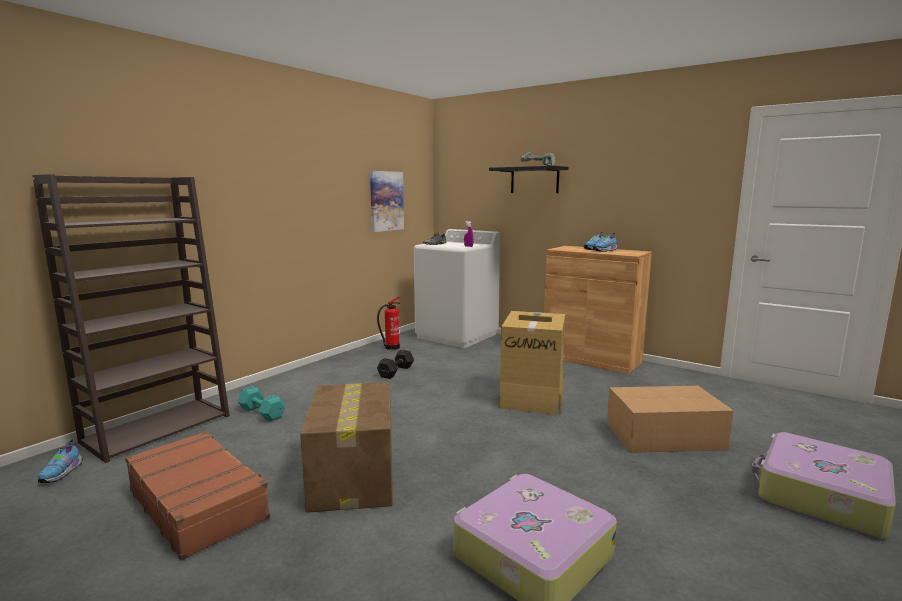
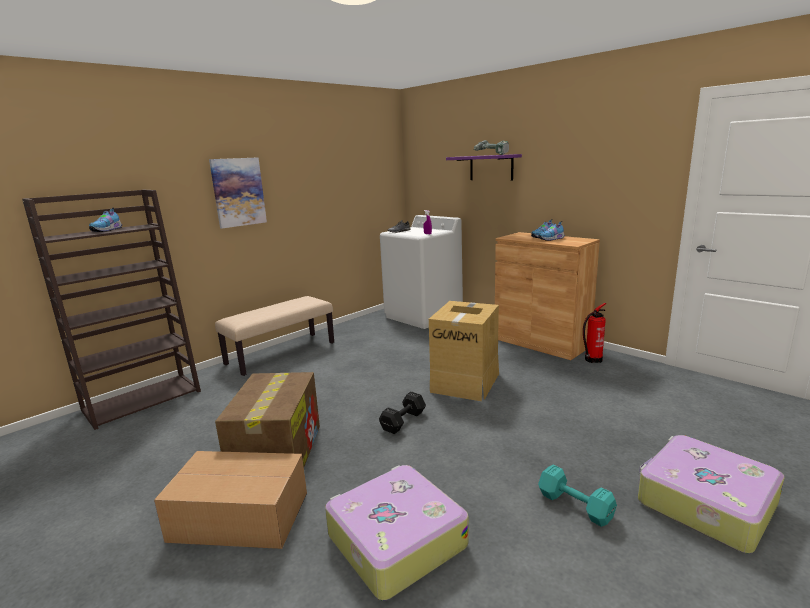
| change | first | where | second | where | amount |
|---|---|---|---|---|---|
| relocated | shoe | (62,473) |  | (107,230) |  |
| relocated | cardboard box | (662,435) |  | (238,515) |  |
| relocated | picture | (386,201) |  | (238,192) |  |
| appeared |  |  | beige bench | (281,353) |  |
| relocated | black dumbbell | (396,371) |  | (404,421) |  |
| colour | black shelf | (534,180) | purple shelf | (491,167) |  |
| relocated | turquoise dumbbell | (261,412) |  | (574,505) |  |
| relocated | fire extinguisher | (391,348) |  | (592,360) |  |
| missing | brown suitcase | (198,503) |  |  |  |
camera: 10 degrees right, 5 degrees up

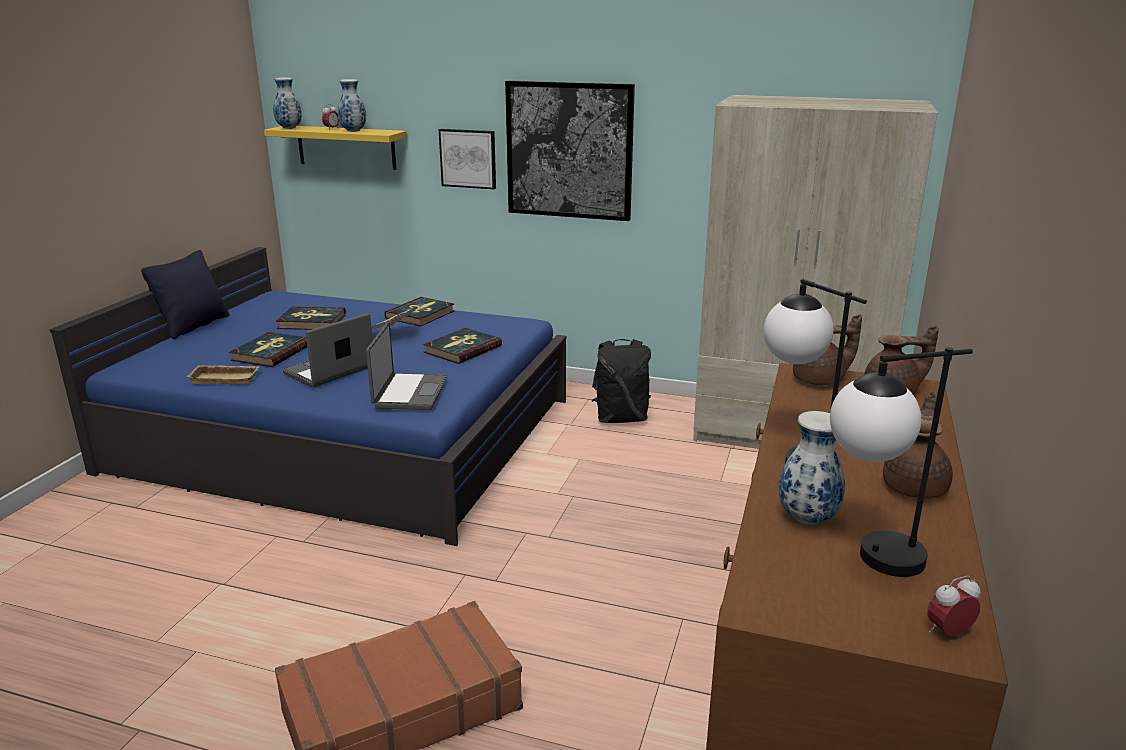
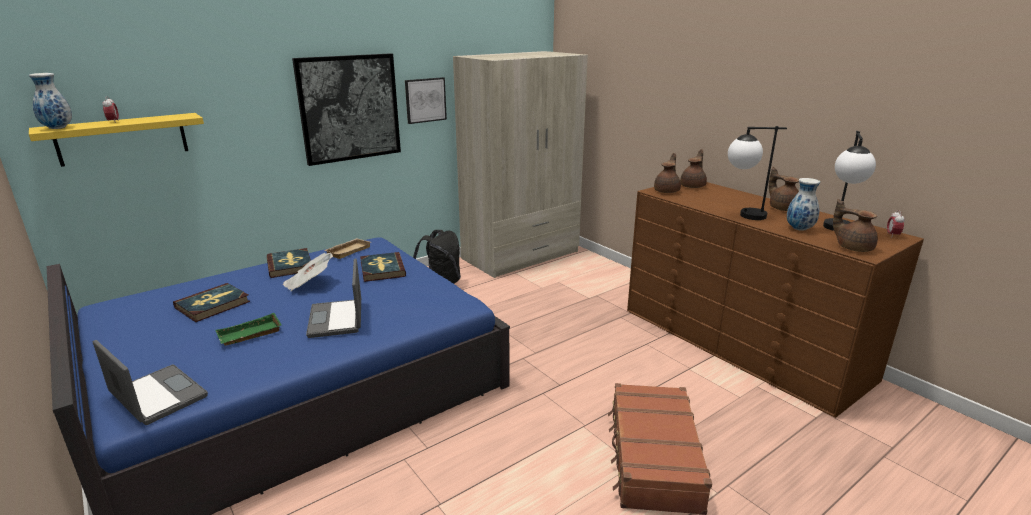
| change | first | where | second | where | amount |
|---|---|---|---|---|---|
| relocated | laptop | (409,393) |  | (157,396) |  |
| exchanged | book | (271,353) | green tray | (249,335) |  |
| relocated | beige tray | (226,378) |  | (348,250) |  |
| relocated | picture | (468,158) |  | (425,100) |  |
| appeared |  |  | brown teapot | (852,247) |  |
| missing | black pillow | (194,326) |  |  |  |
| missing | vase | (352,131) |  |  |  |
camera: 55 degrees left, 0 degrees up

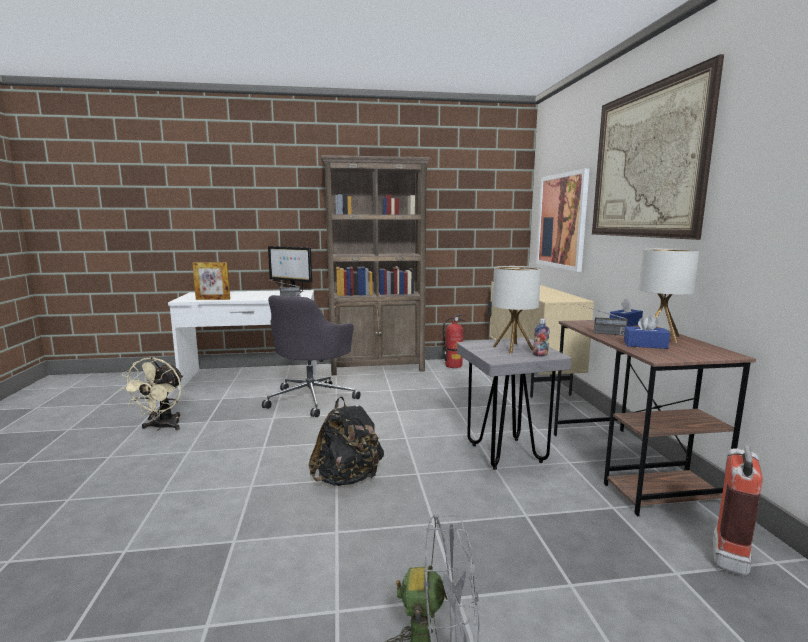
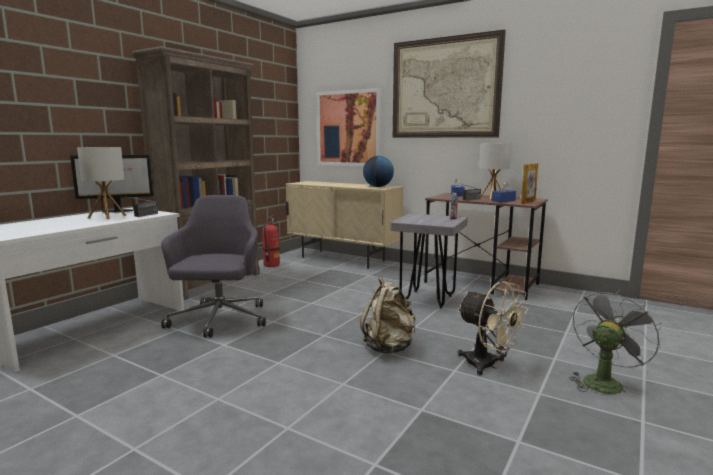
| change | first | where | second | where | amount |
|---|---|---|---|---|---|
| relocated | table lamp | (513,348) |  | (107,216) |  |
| spun | grey office chair | (312,399) |  | (219,320) | 150 degrees counterclockwise |
| colour | black backpack | (347,479) | beige backpack | (389,348) |  |
| appeared |  |  | globe | (378,186) |  |
| relocated | beige fan | (162,427) |  | (488,366) |  |
| relocated | picture frame | (213,299) |  | (528,202) |  |
| missing | fire extinguisher | (729,552) |  |  |  |
camera: 50 degrees left, 0 degrees up

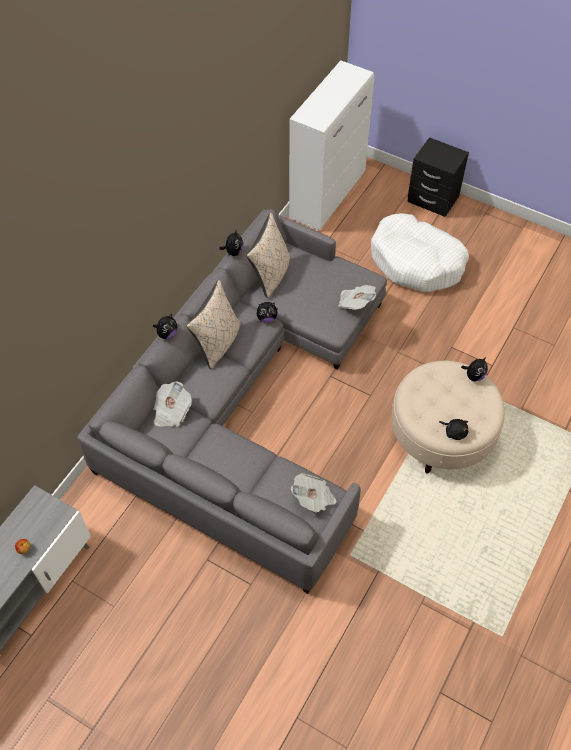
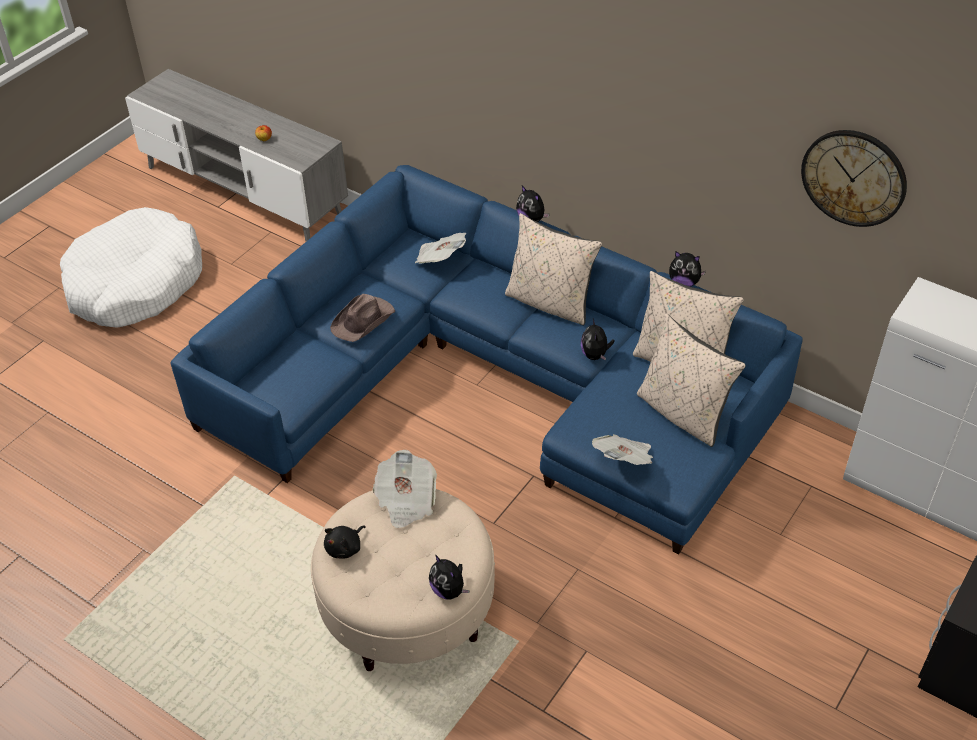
| change | first | where | second | where | amount |
|---|---|---|---|---|---|
| relocated | white dog bed | (416,262) |  | (135,283) |  |
| colour | grey sofa | (247,402) | blue sofa | (494,379) |  |
| appeared |  |  | brown hat | (363,320) |  |
| relocated | newspaper | (313,498) |  | (406,501) |  |
| appeared |  |  | beige pillow | (682,413) |  |
| appeared |  |  | wall clock | (854,177) |  |
camera: 95 degrees right, 10 degrees down

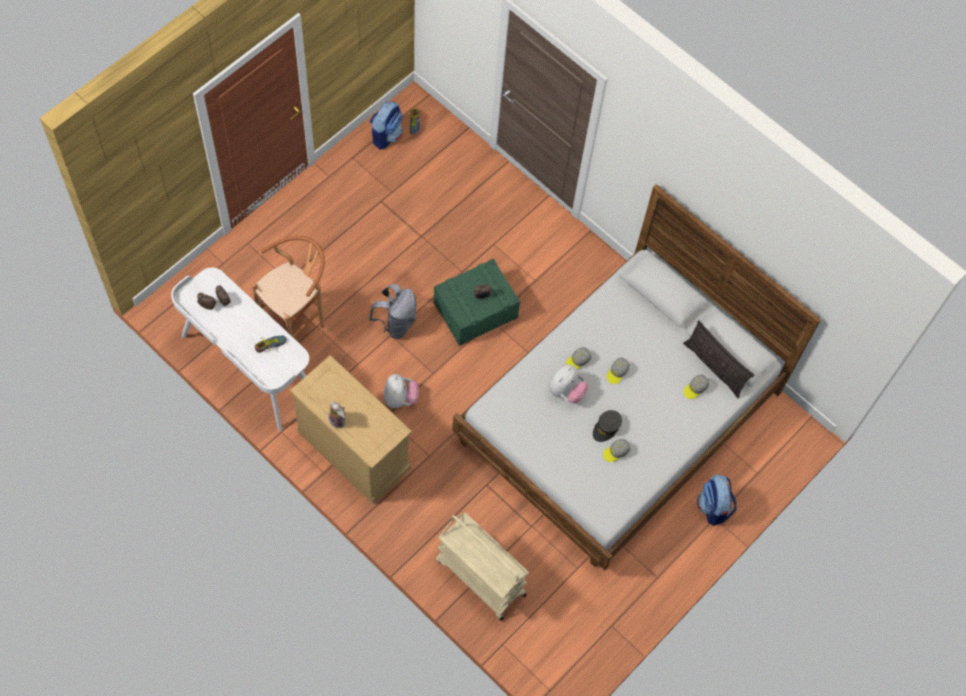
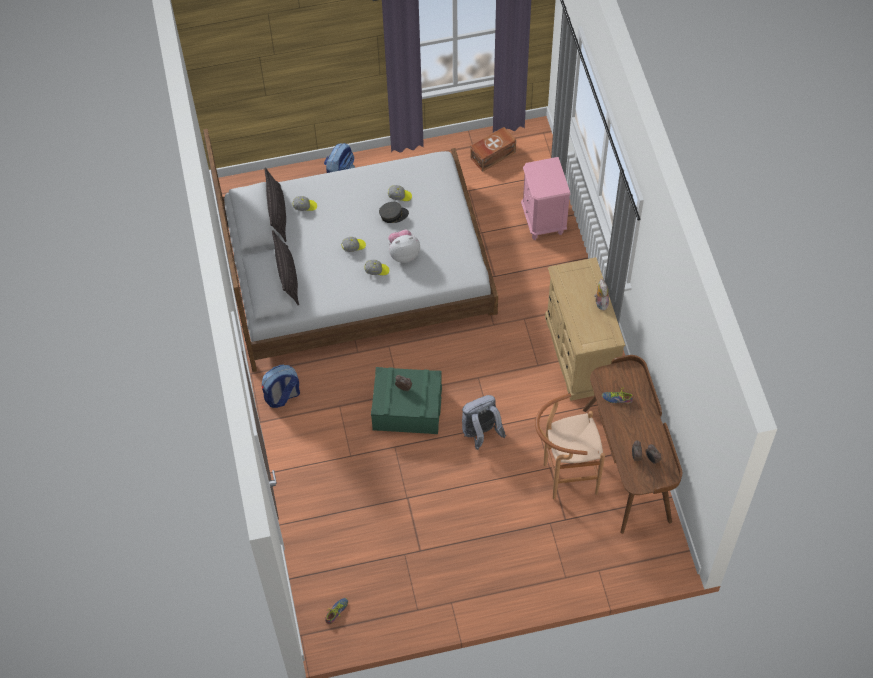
| change | first | where | second | where | amount |
|---|---|---|---|---|---|
| relocated | backpack | (386,135) |  | (282,396) |  |
| appeared |  |  | pillow | (287,276) |  |
| appeared |  |  | brown storage box | (492,155) |  |
| exchanged | beige cart | (479,577) | pink nightstand | (543,220) |  |
| colour | white desk | (248,367) | brown desk | (627,464) |  |
| missing | plush toy | (400,398) |  |  |  |
camera: 140 degrees left, 5 degrees down

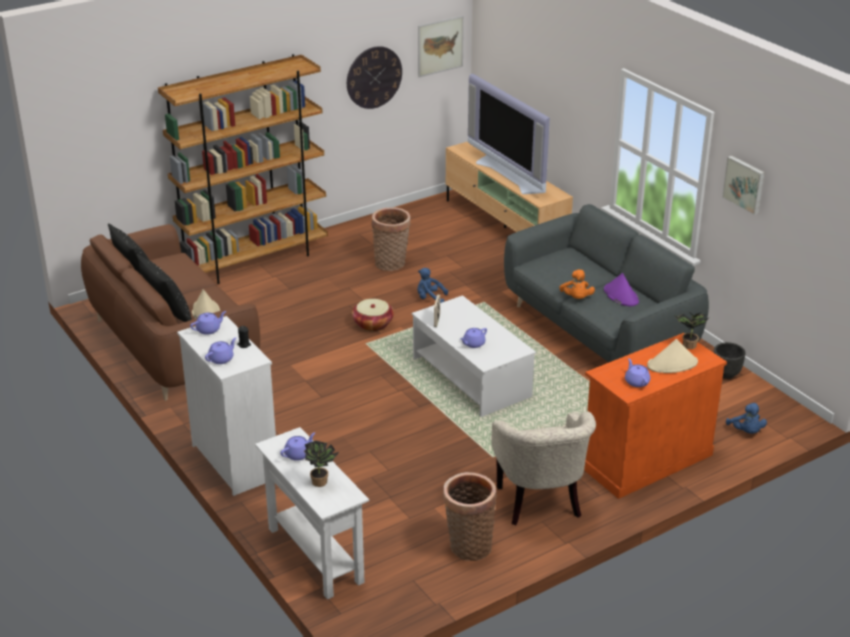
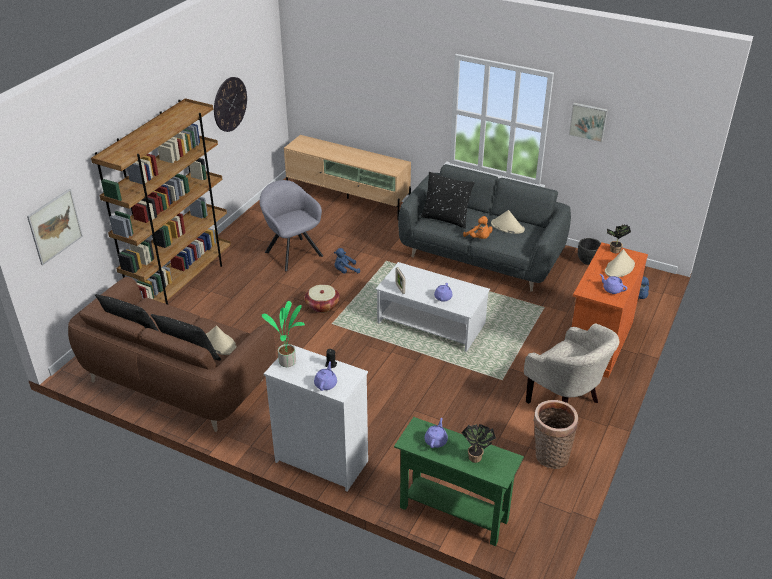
| change | first | where | second | where | amount |
|---|---|---|---|---|---|
| relocated | picture | (440,46) |  | (55,226) |  |
| exchanged | basket | (392,264) | grey armchair | (292,252) |  |
| exchanged | purple teapot | (209,329) | potted plant | (288,361) |  |
| colour | white console table | (315,555) | green console table | (453,513) |  |
| appeared |  |  | black pillow | (446,219) |  |
| colour | purple hat | (620,295) | beige hat | (507,227) |  |
| missing | television | (511,175) |  |  |  |
camera: 30 degrees left, 5 degrees up

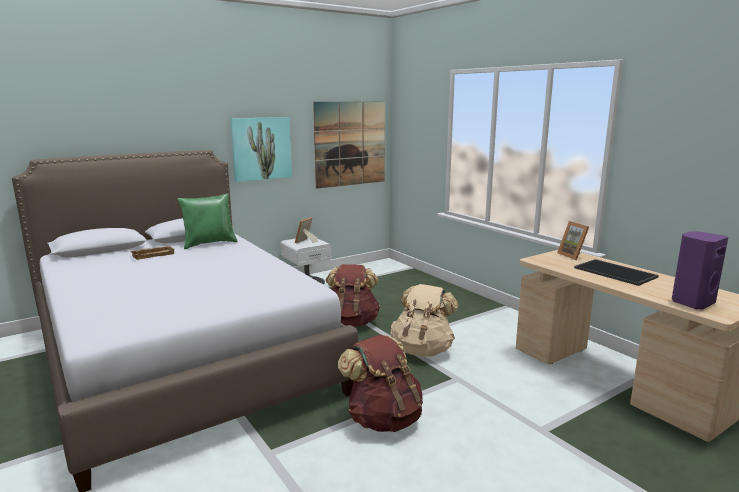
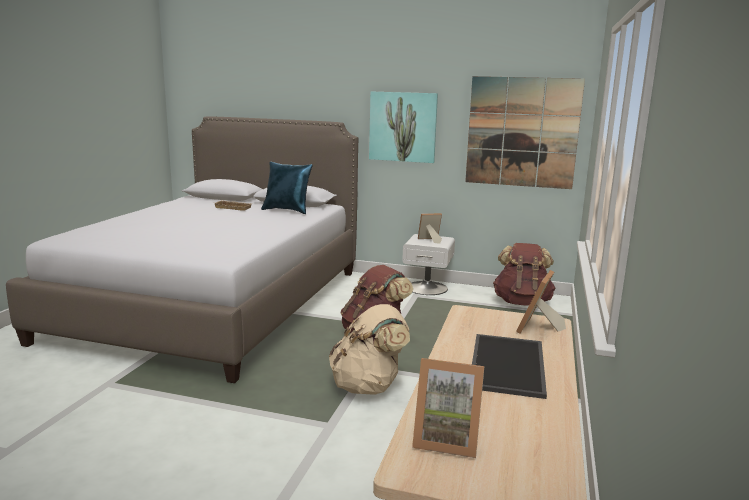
| change | first | where | second | where | amount |
|---|---|---|---|---|---|
| colour | green pillow | (209,243) | blue pillow | (287,210) |  |
| exchanged | purple speaker | (691,302) | picture frame | (446,439) |  |
| relocated | brown backpack | (383,419) |  | (522,303) |  |
camera: 50 degrees right, 0 degrees up

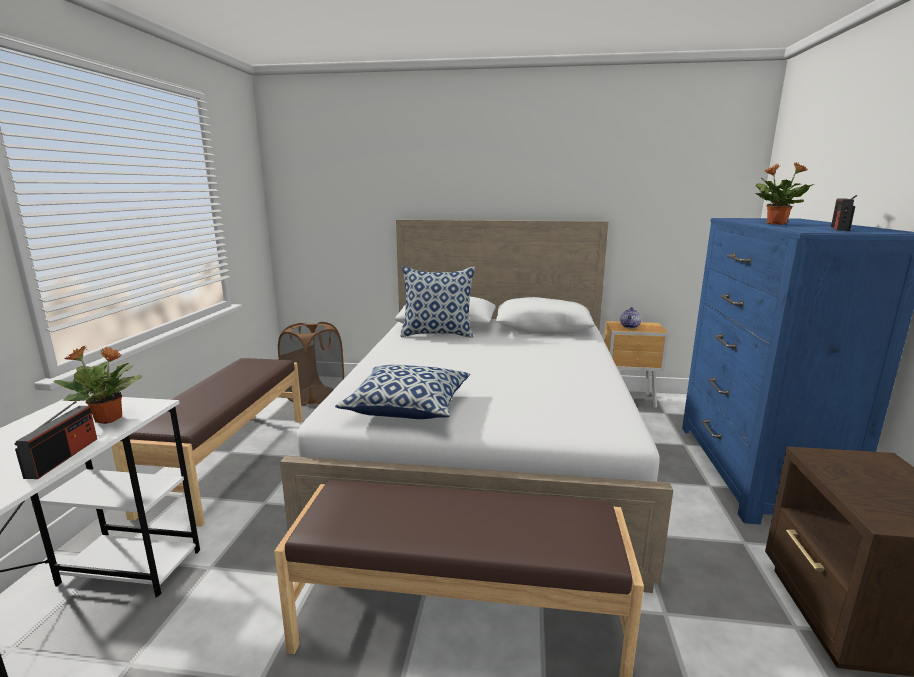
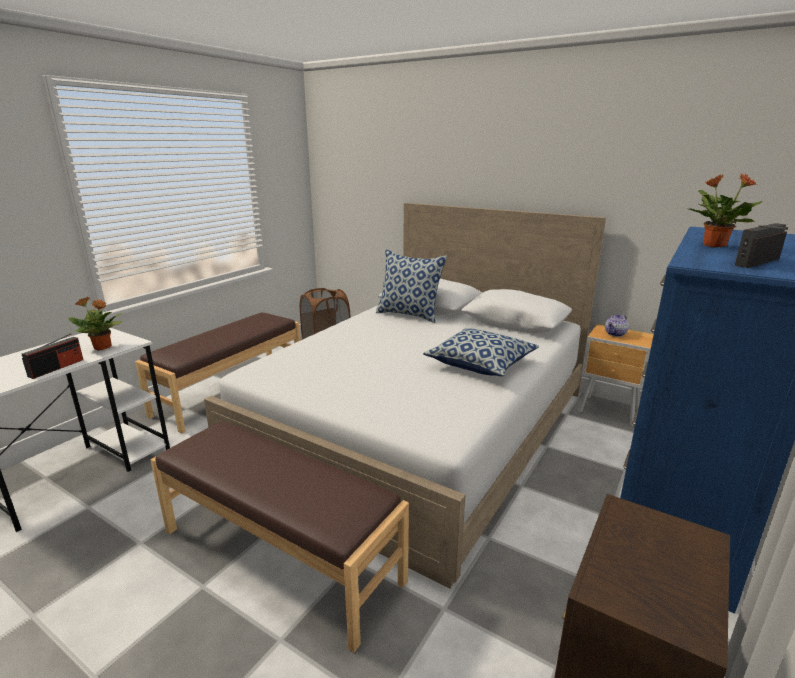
| change | first | where | second | where | amount |
|---|---|---|---|---|---|
| relocated | pillow | (408,407) |  | (481,364) |  |
camera: 25 degrees right, 5 degrees up

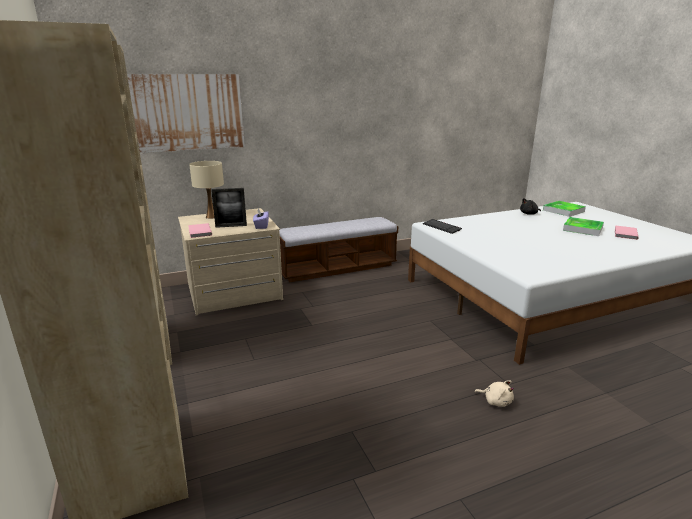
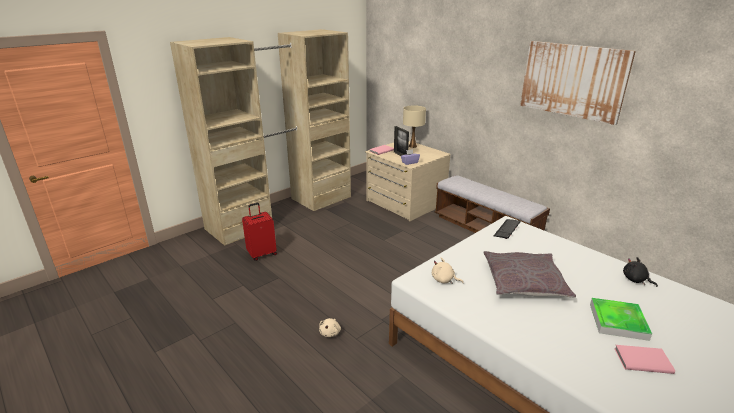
| change | first | where | second | where | amount |
|---|---|---|---|---|---|
| appeared |  |  | red suitcase | (262,254) |  |
| appeared |  |  | beige plush toy | (444,280) |  |
| appeared |  |  | grey pillow | (524,282) |  |
| relocated | picture | (186,112) |  | (572,80) |  |
| missing | tray | (563,211) |  |  |  |
camera: 70 degrees right, 5 degrees up

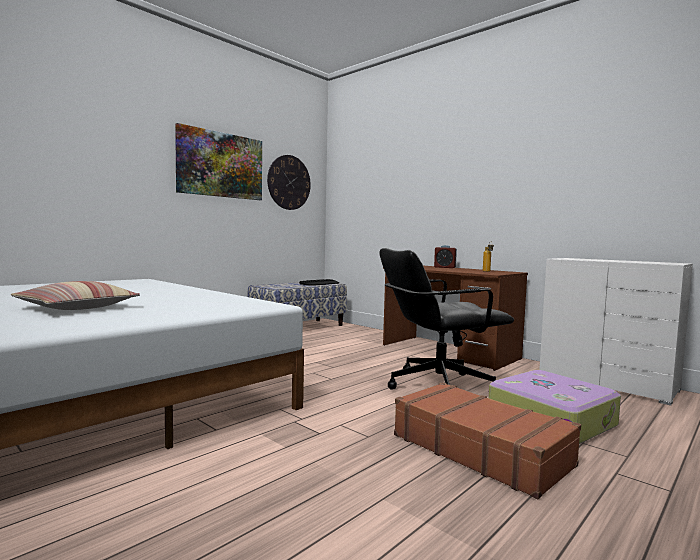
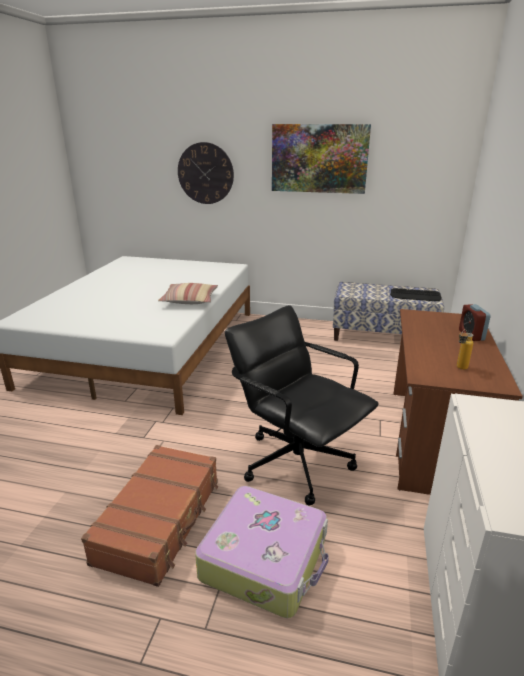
| change | first | where | second | where | amount |
|---|---|---|---|---|---|
| relocated | pillow | (77,307) |  | (189,300) |  |
| relocated | wall clock | (289,182) |  | (205,173) |  |
camera: 60 degrees right, 20 degrees up

